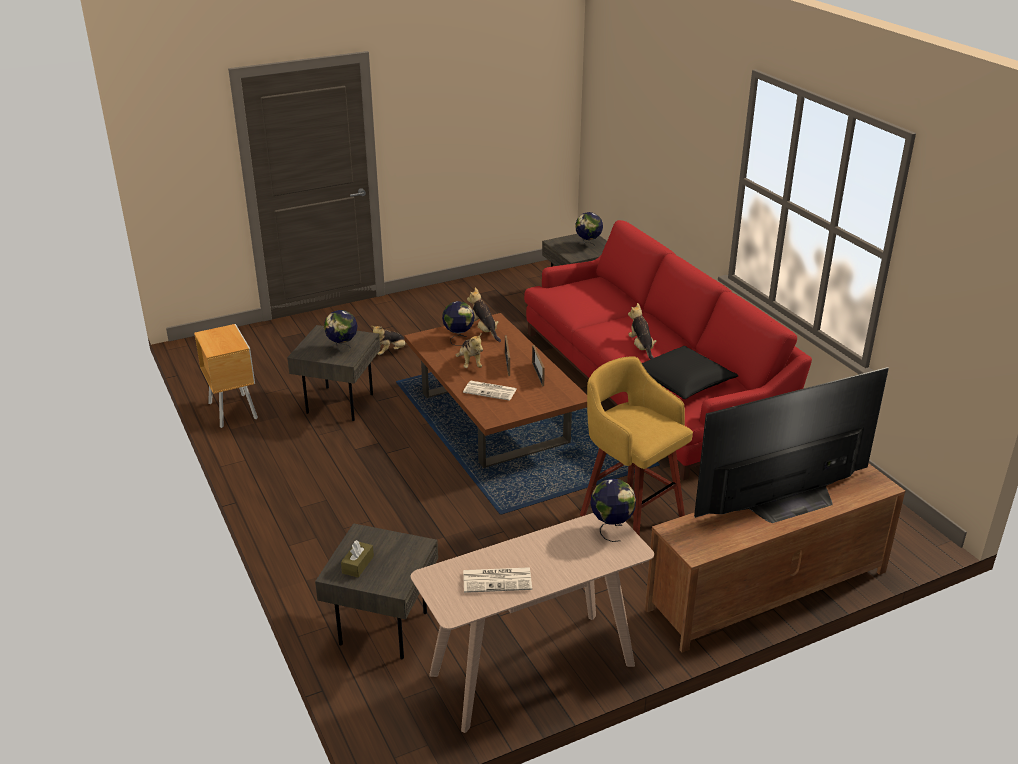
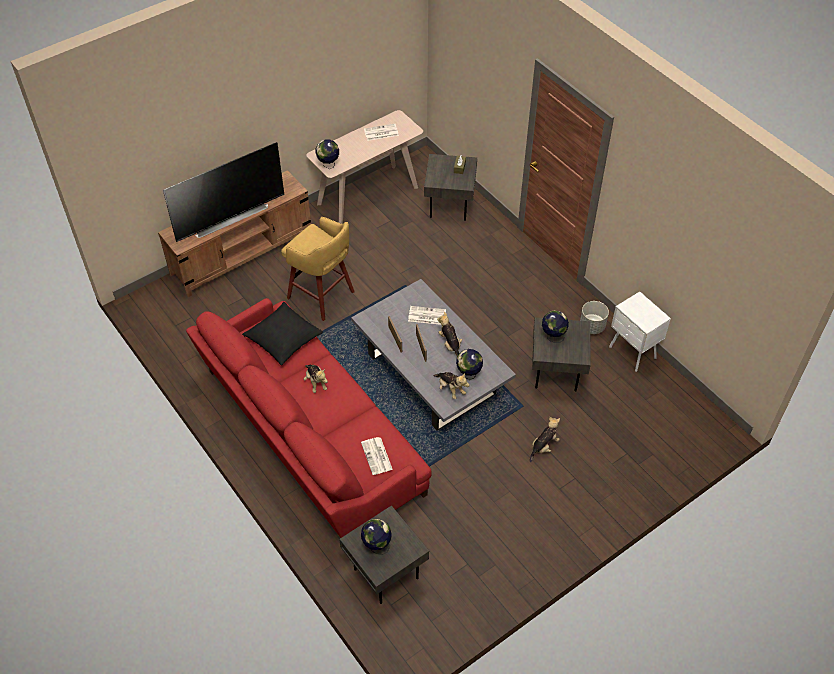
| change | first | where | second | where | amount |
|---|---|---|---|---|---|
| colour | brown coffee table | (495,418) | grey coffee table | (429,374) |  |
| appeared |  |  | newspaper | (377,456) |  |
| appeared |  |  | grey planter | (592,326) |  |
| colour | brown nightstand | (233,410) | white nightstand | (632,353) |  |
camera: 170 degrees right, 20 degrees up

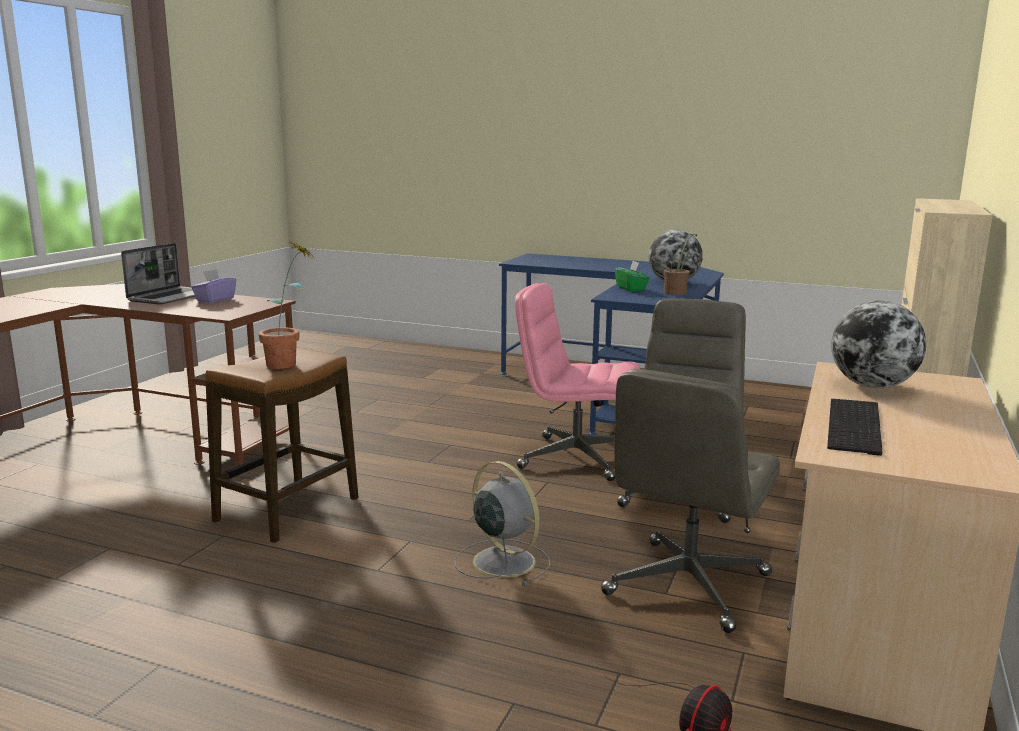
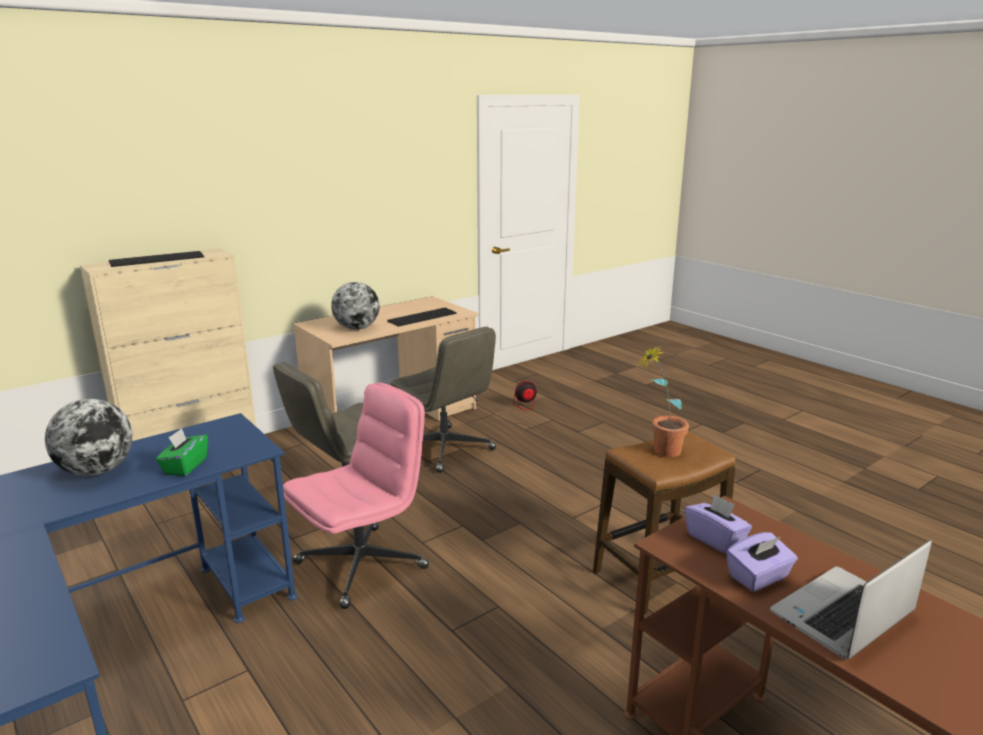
| change | first | where | second | where | amount |
|---|---|---|---|---|---|
| appeared |  |  | keyboard | (158,259) |  |
| spun | pink office chair | (574,458) |  | (362,564) | 90 degrees counterclockwise |
| spun | grey office chair | (687,585) |  | (445,449) | 75 degrees clockwise |
| appeared |  |  | purple tissue box | (715,539) |  |
| missing | grey fan | (502,561) |  |  |  |
| missing | potted plant | (677,292) |  |  |  |
camera: 150 degrees left, 5 degrees up

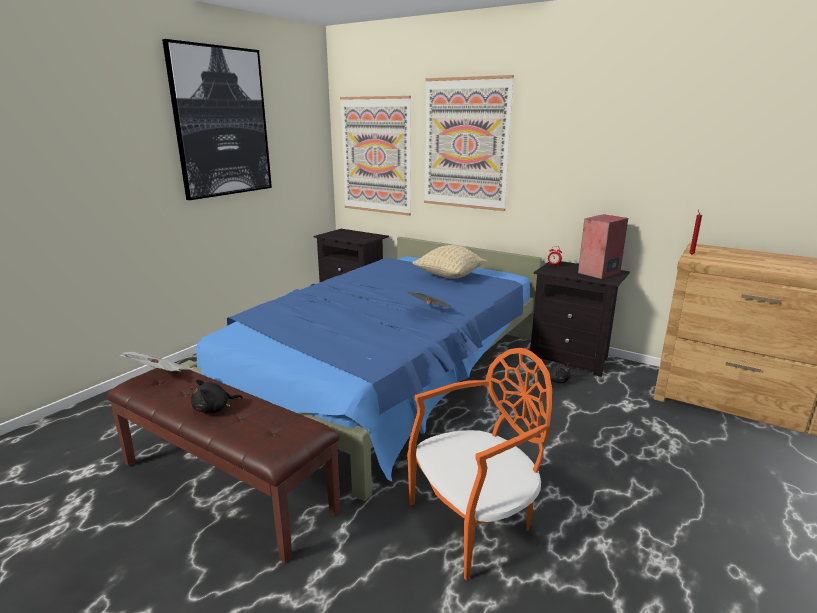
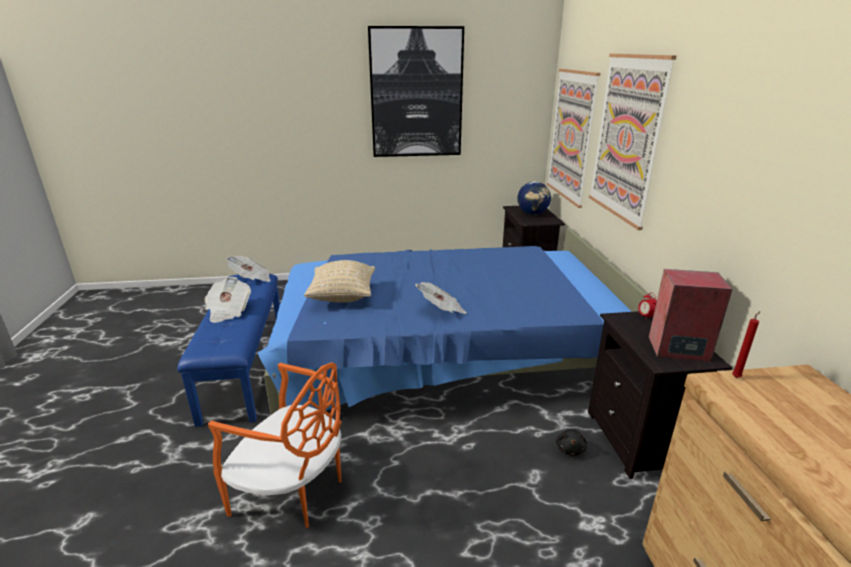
| change | first | where | second | where | amount |
|---|---|---|---|---|---|
| colour | brown bench | (227,486) | blue bench | (246,367) |  |
| exchanged | black plush toy | (214,409) | newspaper | (228,311) |  |
| relocated | beige pillow | (449,277) |  | (342,297) |  |
| appeared |  |  | globe | (532,214) |  |
camera: 50 degrees right, 5 degrees up

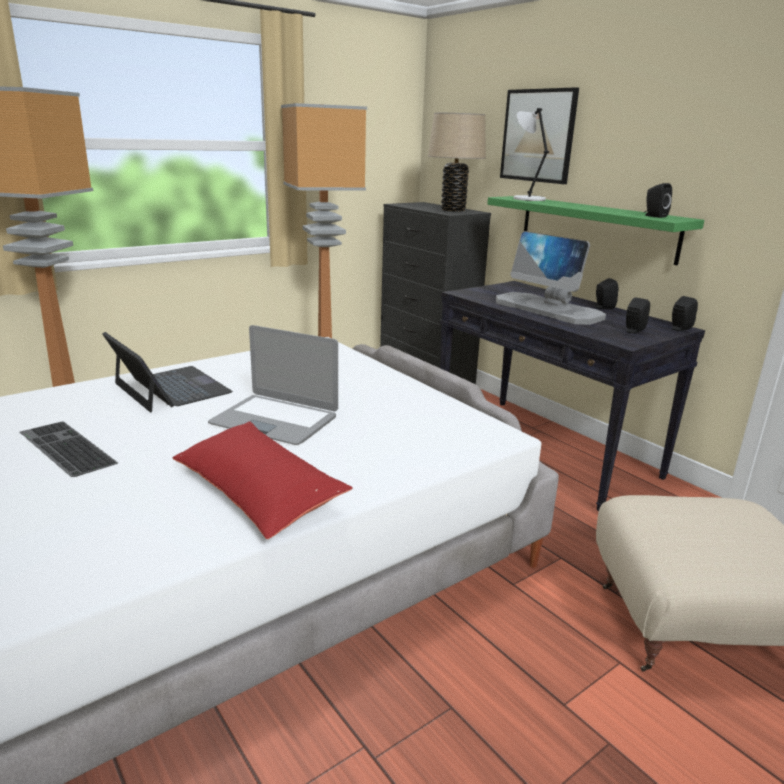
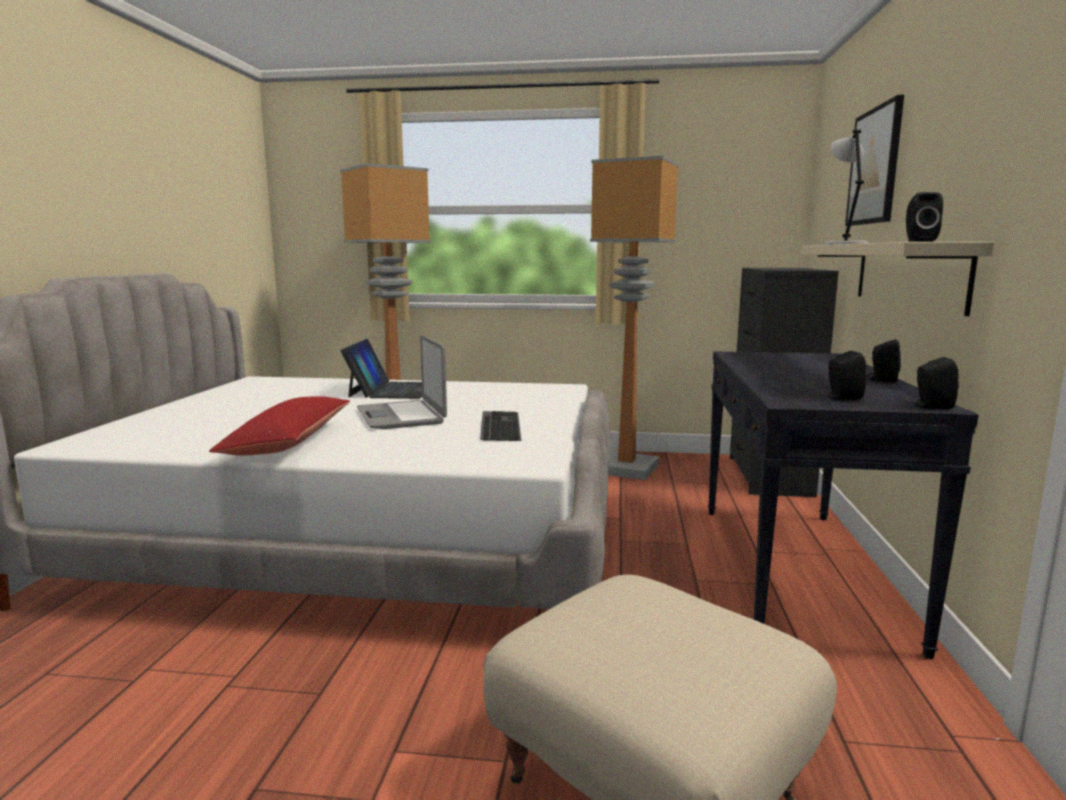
| change | first | where | second | where | amount |
|---|---|---|---|---|---|
| relocated | keyboard | (63,448) |  | (498,425) |  |
| colour | green shelf | (596,228) | beige shelf | (907,274) |  |
| missing | beige table lamp | (453,210) |  |  |  |
| missing | monitor | (548,309) |  |  |  |
camera: 45 degrees right, 10 degrees down

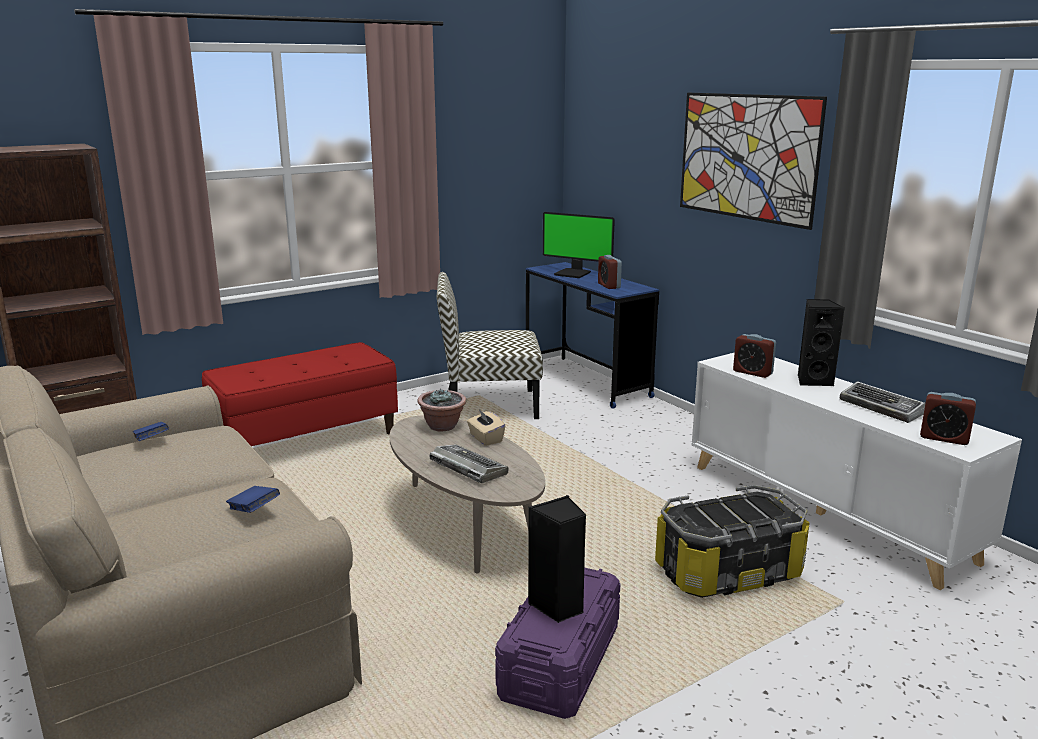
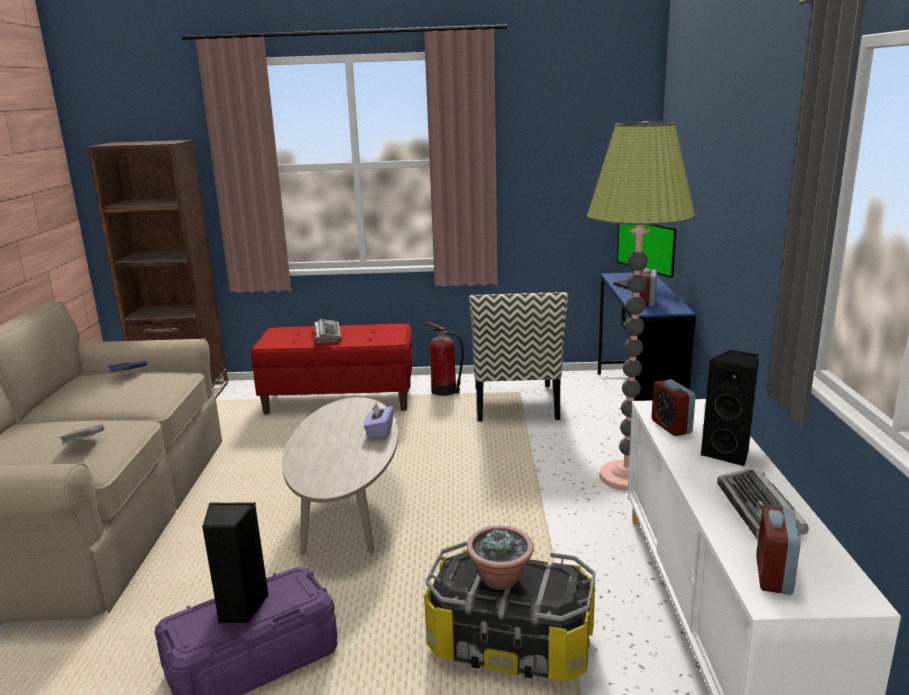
| change | first | where | second | where | amount |
|---|---|---|---|---|---|
| colour | blue book | (254,511) | grey book | (84,444) |  |
| relocated | keyboard | (467,468) |  | (327,335) |  |
| colour | beige tissue box | (485,439) | purple tissue box | (379,432) |  |
| appeared |  |  | fire extinguisher | (445,391) |  |
| relocated | potted plant | (443,426) |  | (500,579) |  |
| spun | chair | (489,405) |  | (516,403) | 120 degrees counterclockwise |
| appeared |  |  | floor lamp | (626,477) |  |
| spun | alarm clock | (944,438) |  | (773,575) | 45 degrees clockwise |
| missing | picture | (746,157) |  |  |  |
camera: 35 degrees right, 0 degrees up

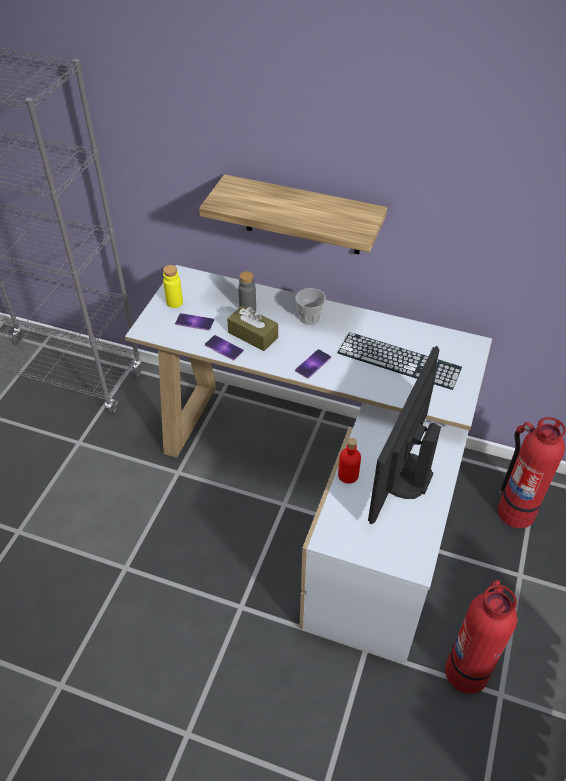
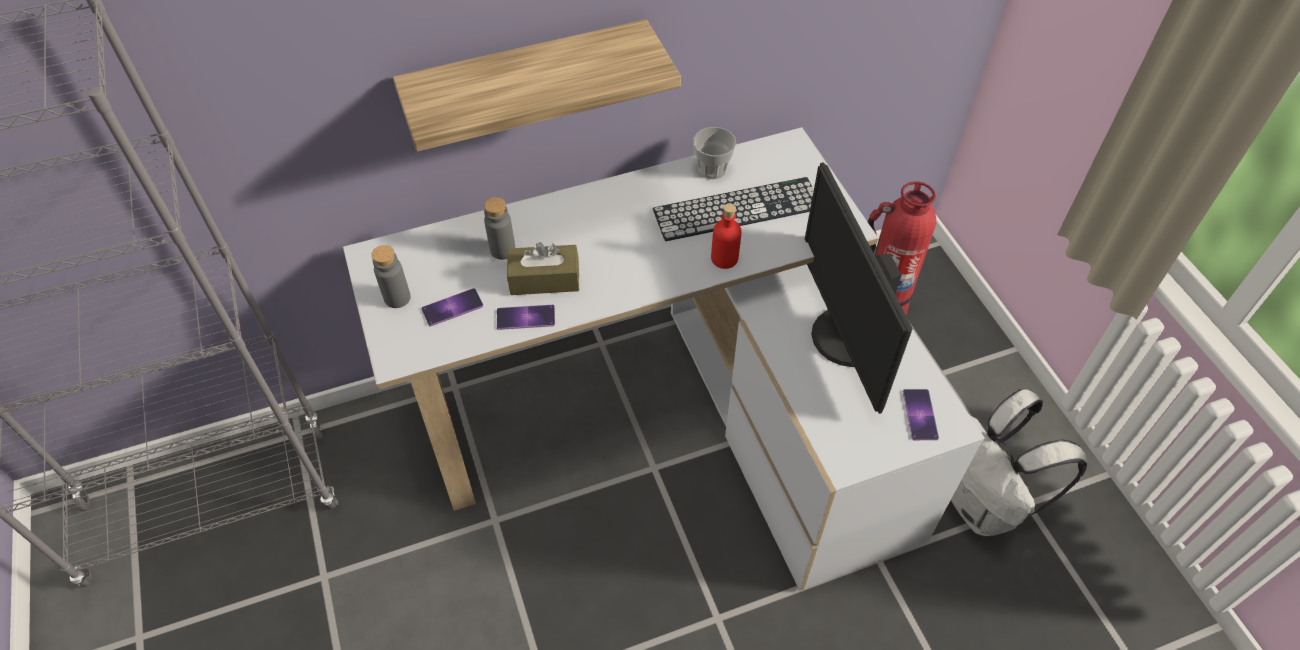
| change | first | where | second | where | amount |
|---|---|---|---|---|---|
| colour | yellow bottle | (174,302) | grey bottle | (397,298) |  |
| relocated | cup | (309,318) |  | (712,169) |  |
| relocated | red bottle | (348,475) |  | (724,258) |  |
| relocated | phone | (313,364) |  | (920,414) |  |
| exchanged | fire extinguisher | (467,670) | white backpack | (981,504) |  |
camera: 40 degrees left, 5 degrees up

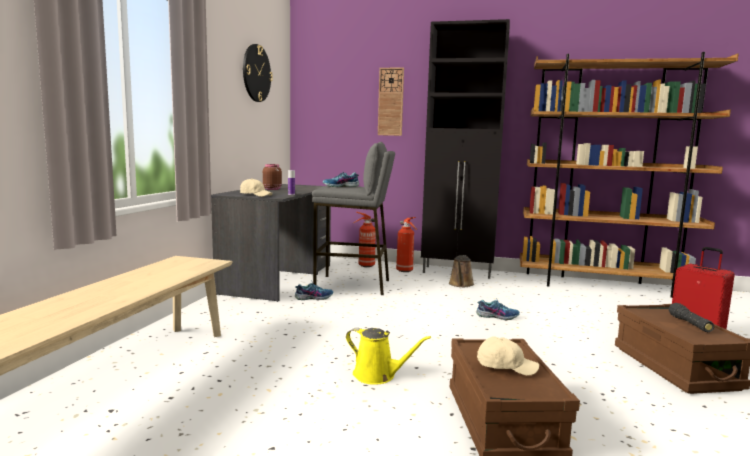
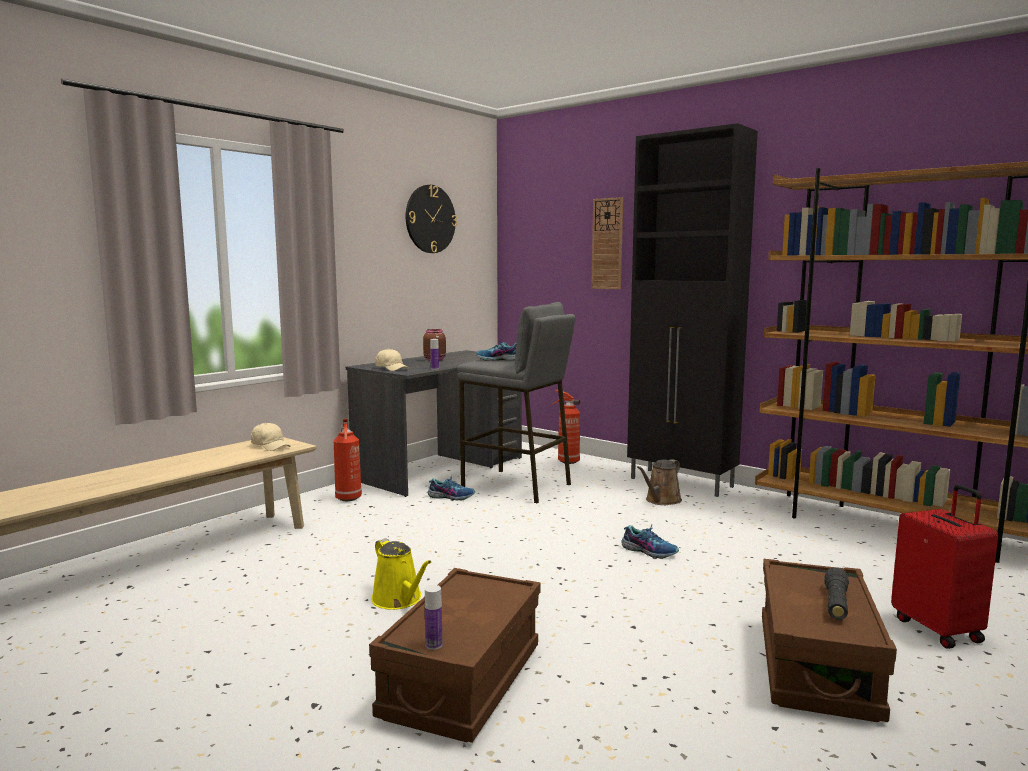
| change | first | where | second | where | amount |
|---|---|---|---|---|---|
| relocated | beige cap | (506,366) |  | (270,446) |  |
| relocated | fire extinguisher | (405,271) |  | (348,499) |  |
| appeared |  |  | bottle | (434,645) |  |
camera: 25 degrees right, 0 degrees up

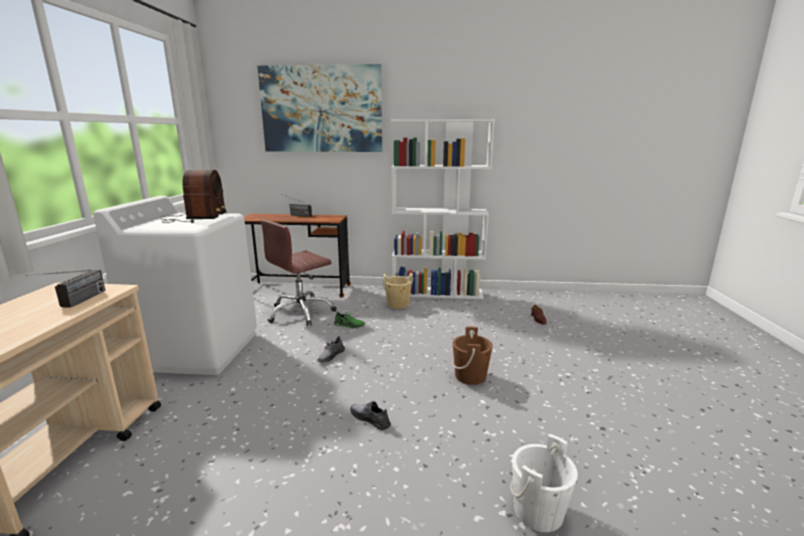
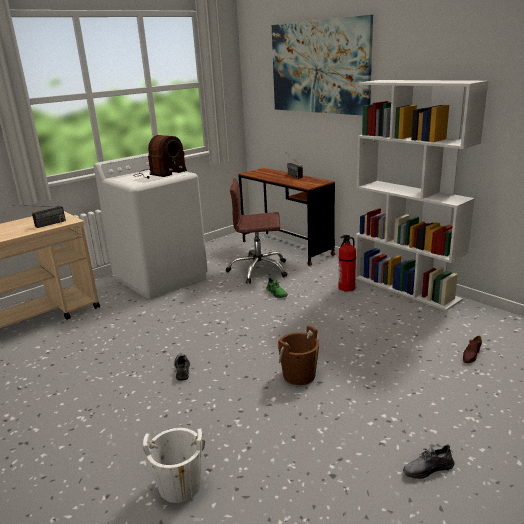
| change | first | where | second | where | amount |
|---|---|---|---|---|---|
| exchanged | beige bucket | (398,304) | fire extinguisher | (346,288) |  |
| relocated | grey shoe | (331,356) |  | (427,469) |  |
camera: 45 degrees right, 5 degrees up

